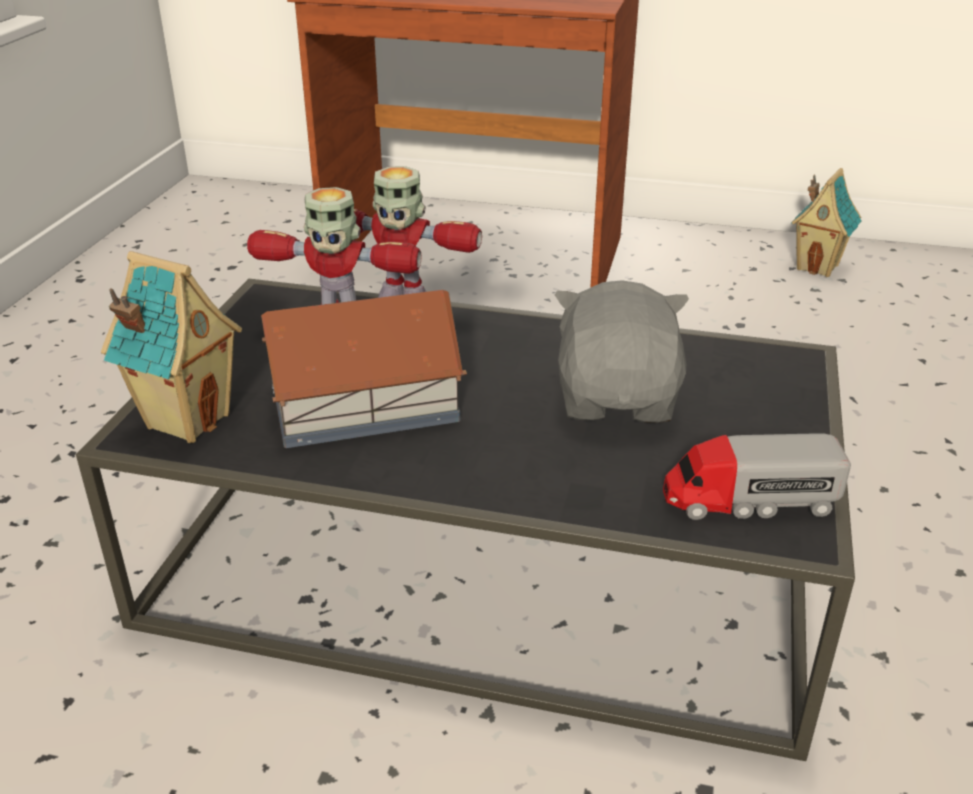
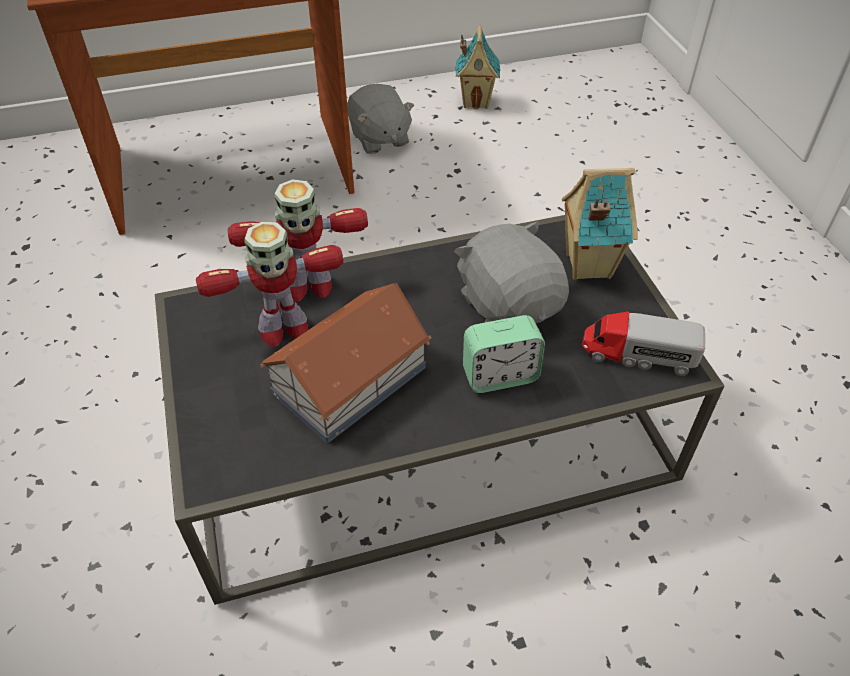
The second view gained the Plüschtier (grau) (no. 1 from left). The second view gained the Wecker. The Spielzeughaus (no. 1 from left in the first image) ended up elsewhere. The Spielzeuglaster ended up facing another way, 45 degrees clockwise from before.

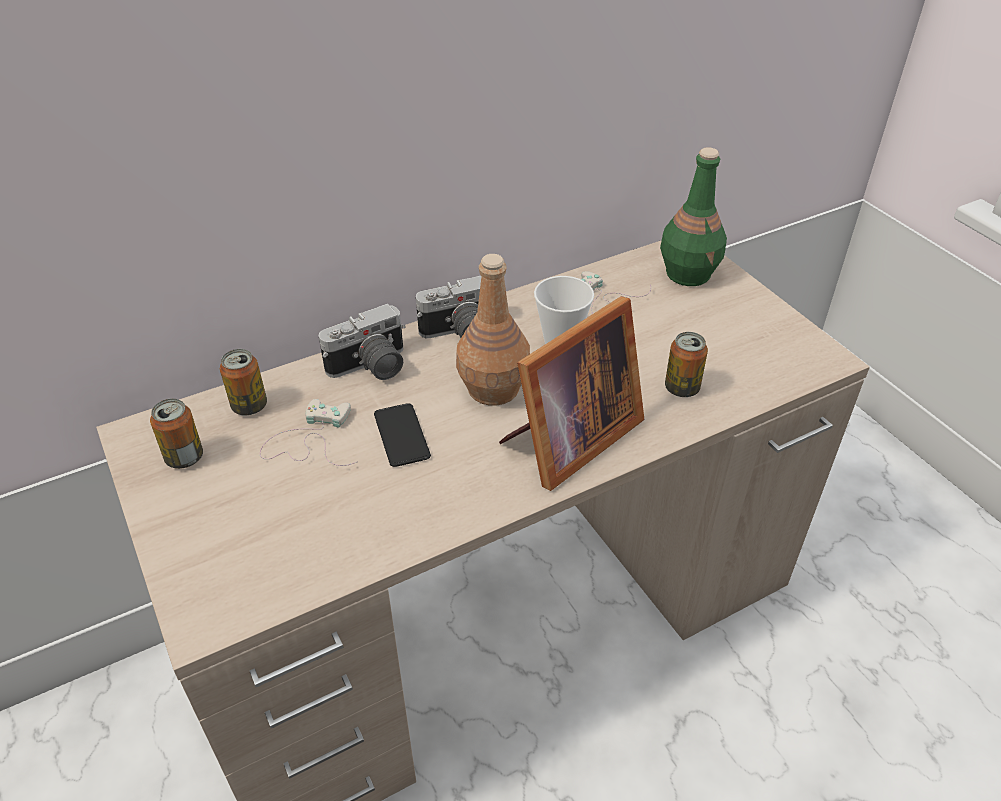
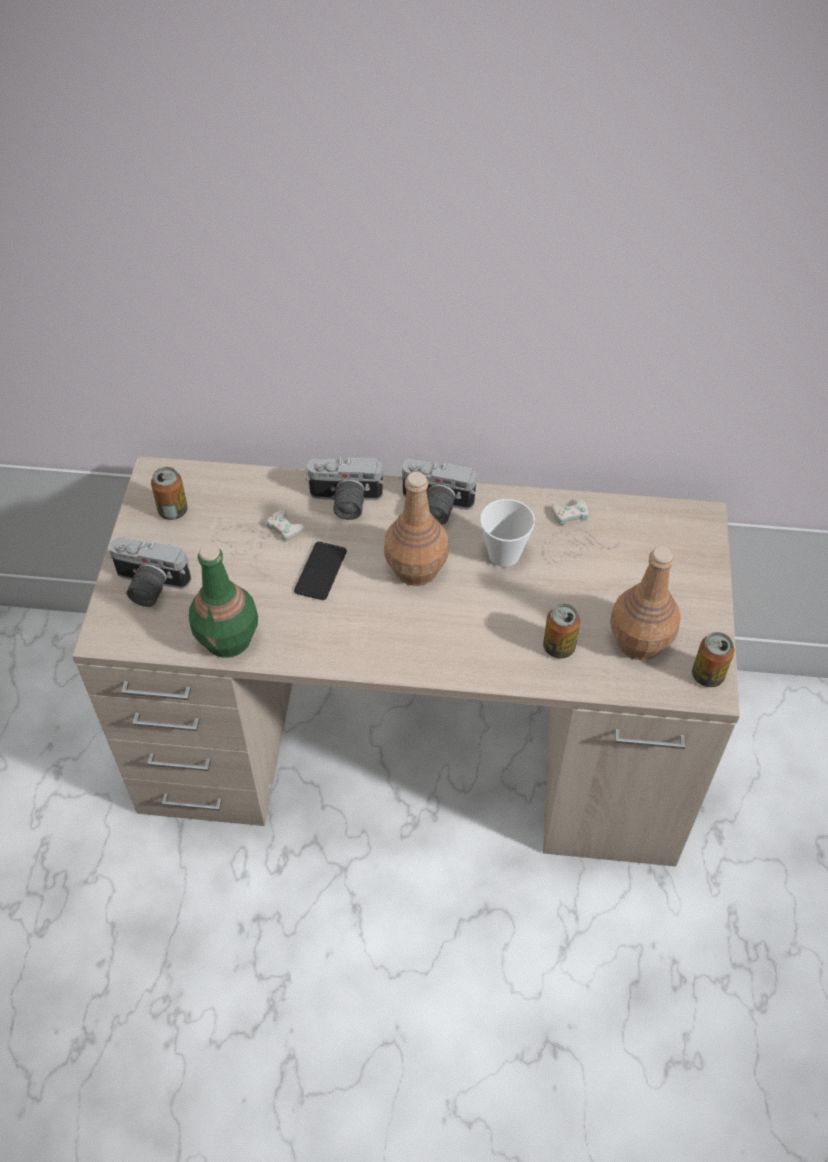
The second view gained the Kamera (no. 1 from left). The Flasche (grün) ended up elsewhere. The second view gained the Flasche (braun) (no. 2 from left). The Dose (no. 2 from left in the first image) ended up elsewhere. The second view lost the Bilderrahmen.

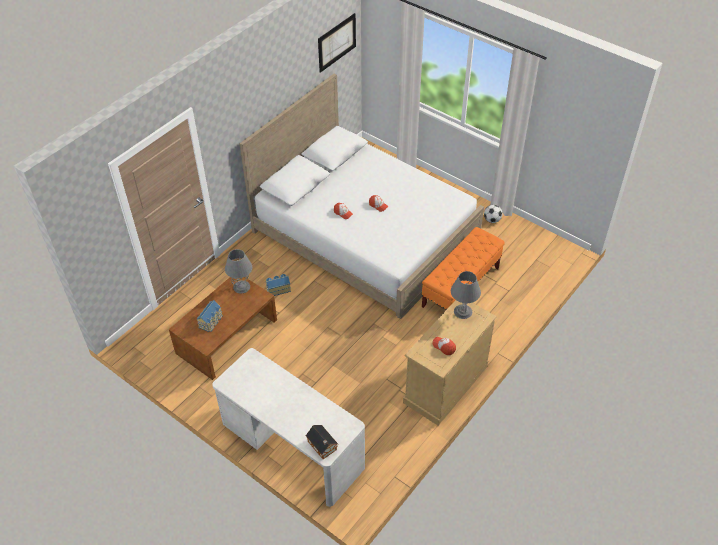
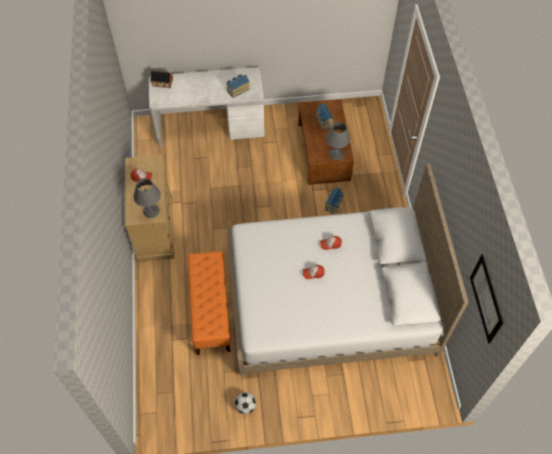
The second view gained the Spielzeughaus (no. 2 from left).

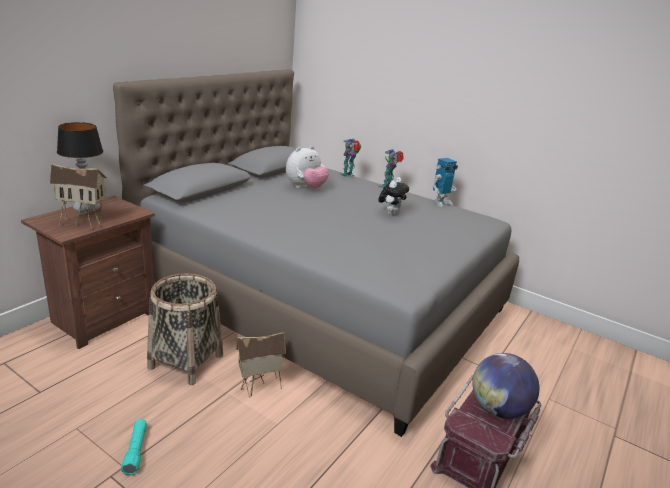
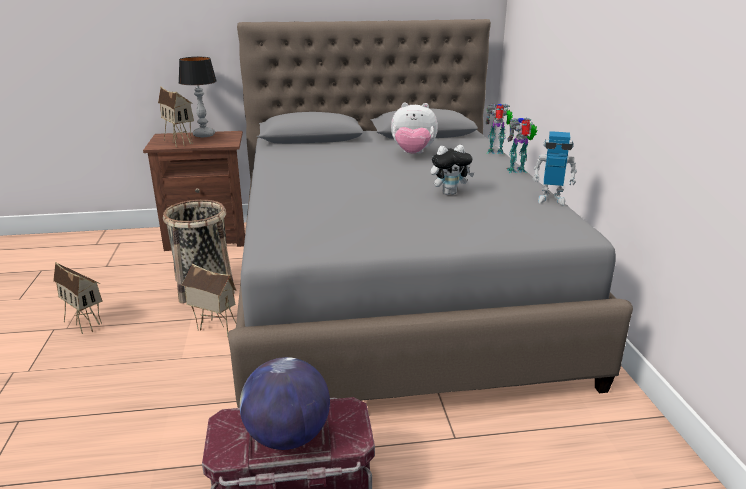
Where the Taschenlampe (türkis) stood, the Spielzeughaus (no. 1 from left) came to stand.

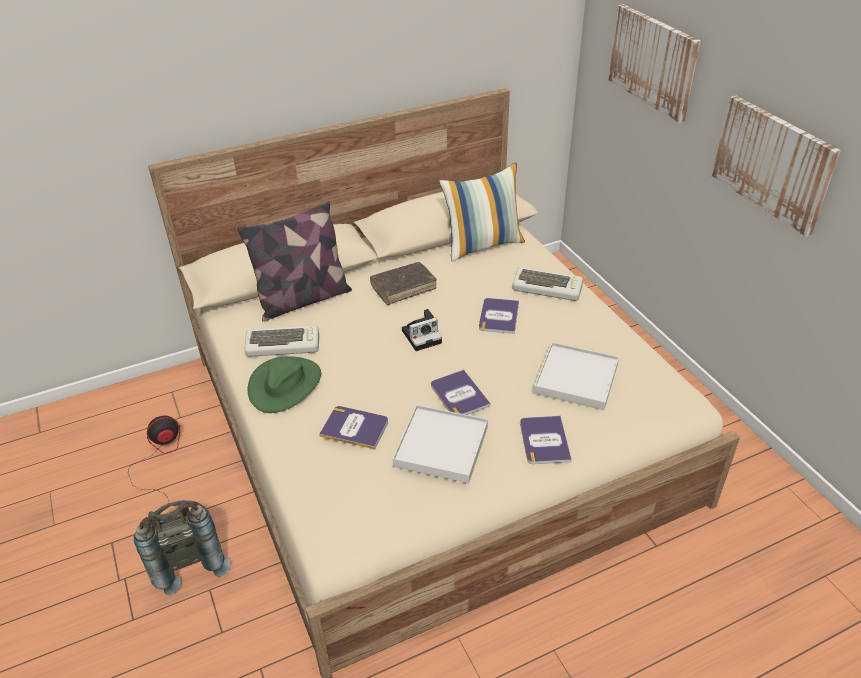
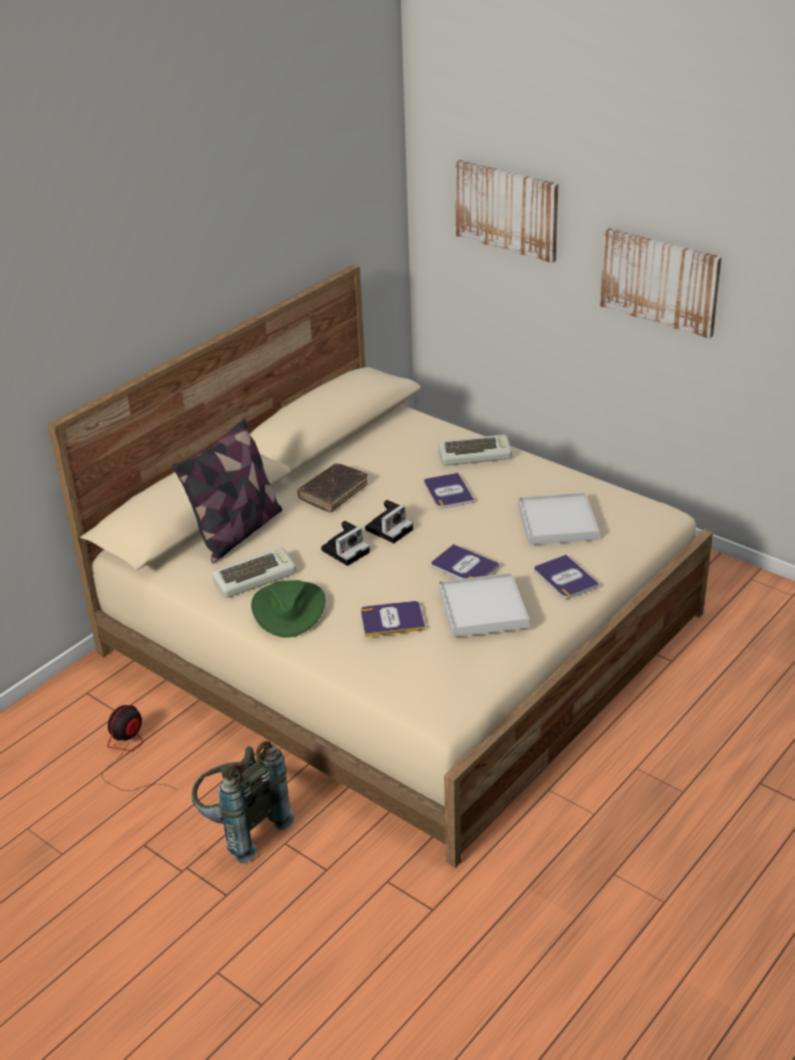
The second view gained the Kamera (no. 1 from left). The second view lost the Kissen (no. 2 from left).

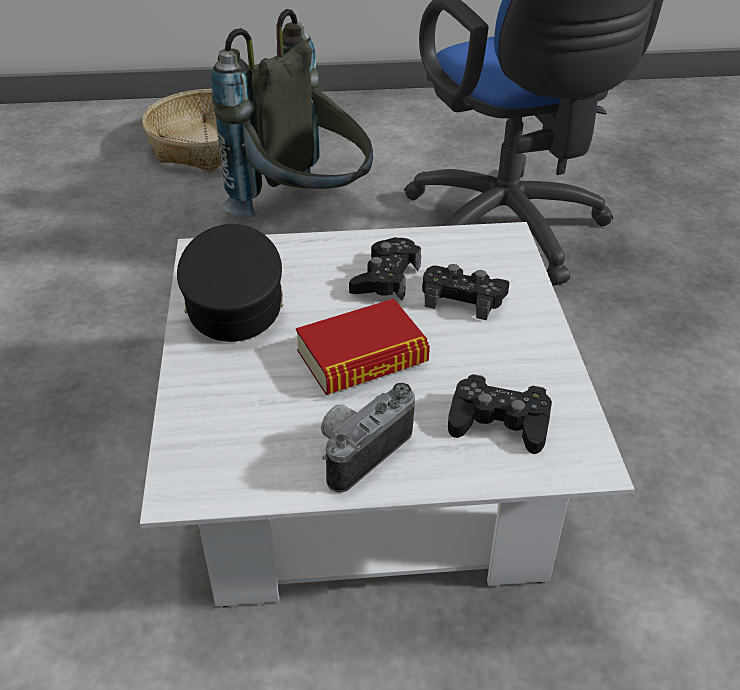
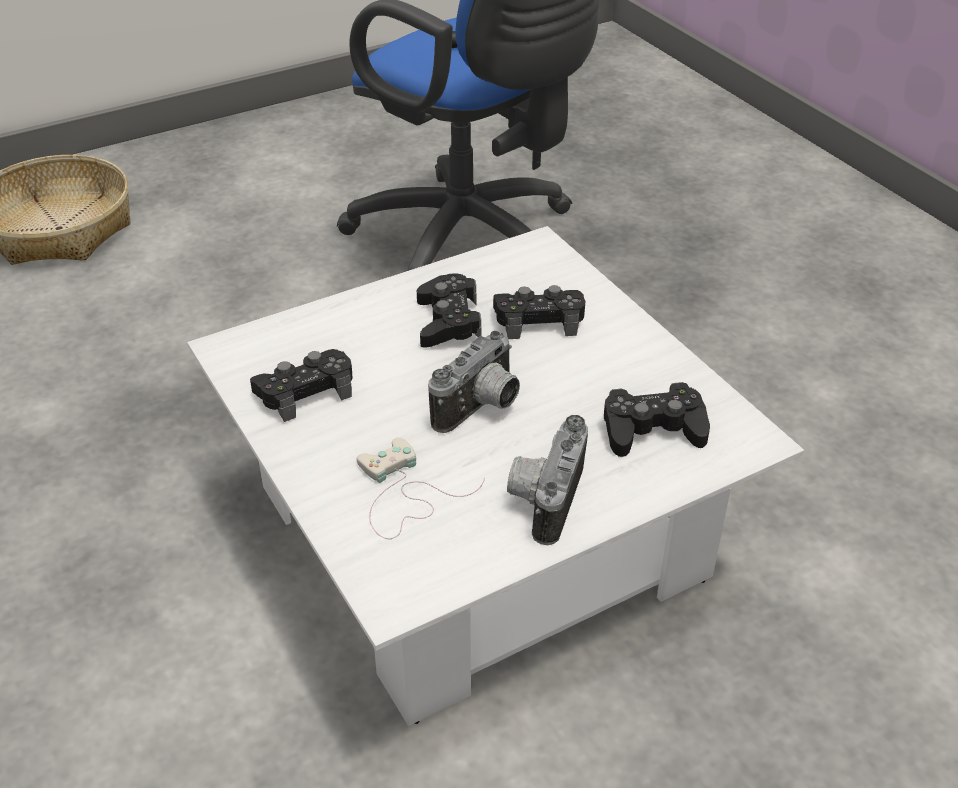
Where the Kappe (schwarz) stood, the Gamepad (schwarz) (no. 1 from left) came to stand. The second view gained the Gamepad (weiß). Where the Buch stood, the Kamera (no. 1 from left) came to stand. The second view lost the Rucksack (grau).

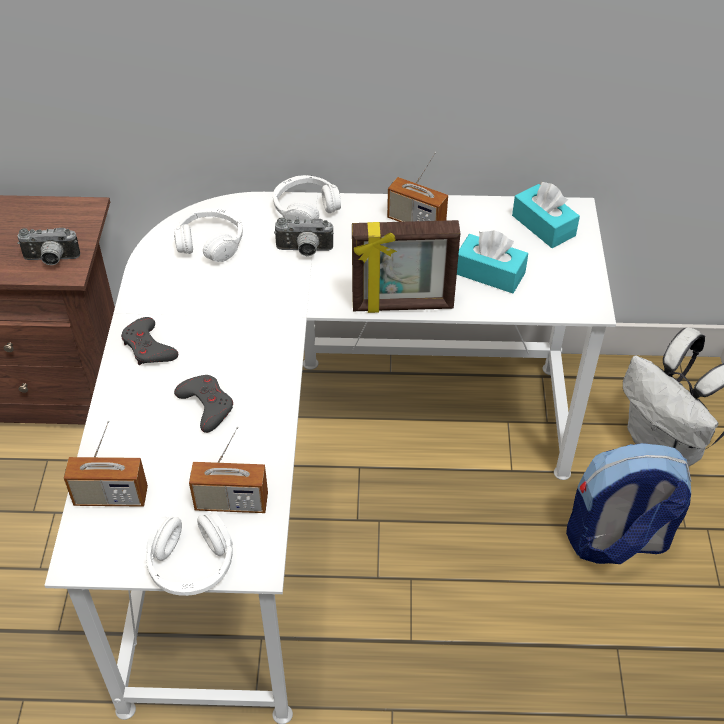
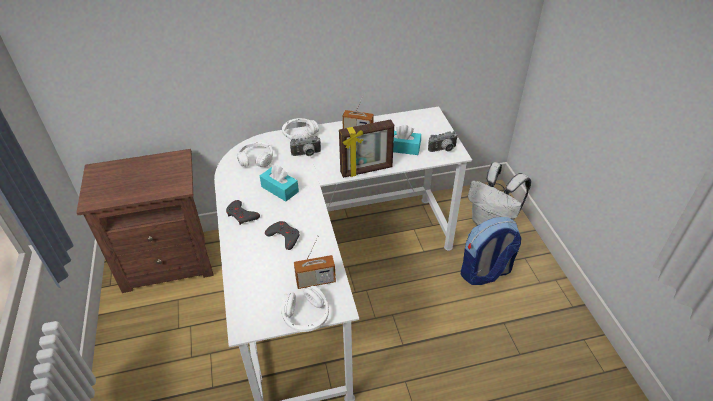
The Taschentuchbox (türkis) (no. 2 from left in the first image) ended up elsewhere. The Kamera (no. 1 from left in the first image) ended up elsewhere. The second view lost the Radio (no. 1 from left).

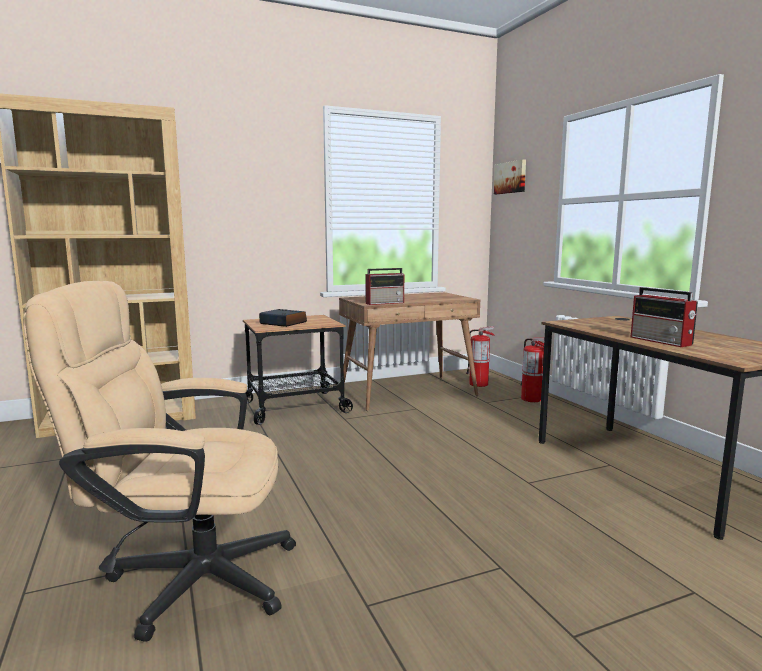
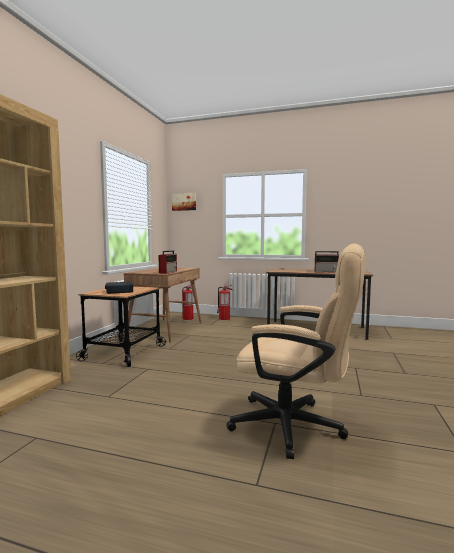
The Bürostuhl (beige) ended up facing another way, 105 degrees counterclockwise from before.

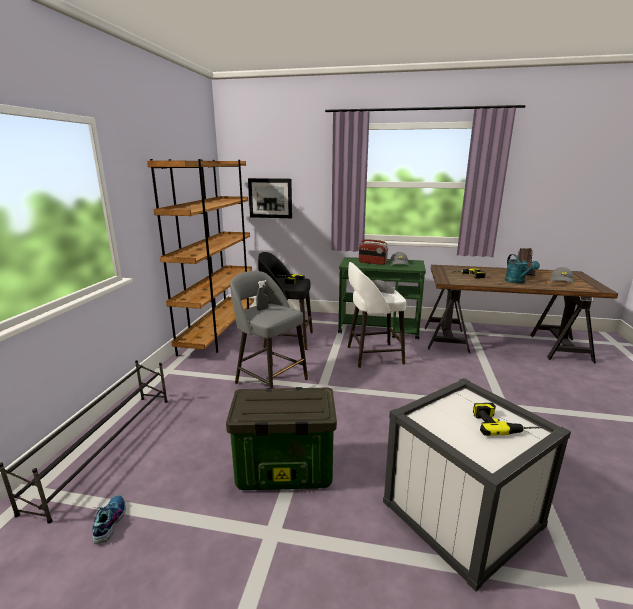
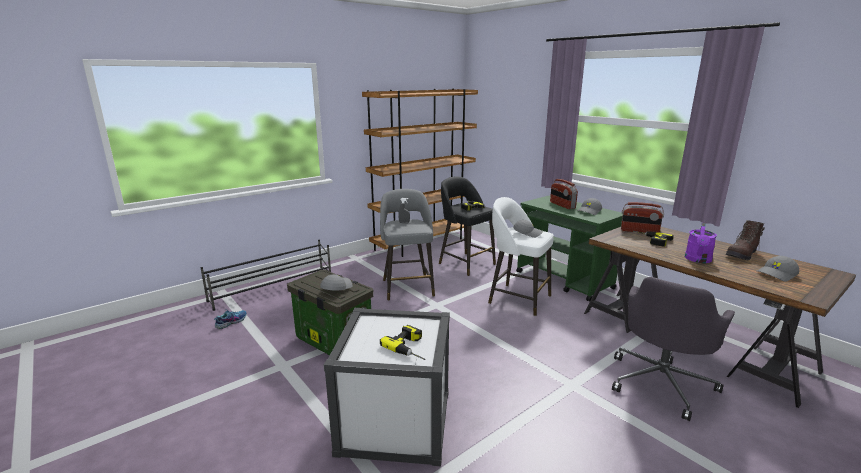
The second view gained the Kappe (grau) (no. 1 from left). The second view gained the Bürostuhl (grau). The second view gained the Radio (no. 2 from left). What was the Gießkanne (türkis) turned into the Gießkanne (lila). The second view lost the Bild.

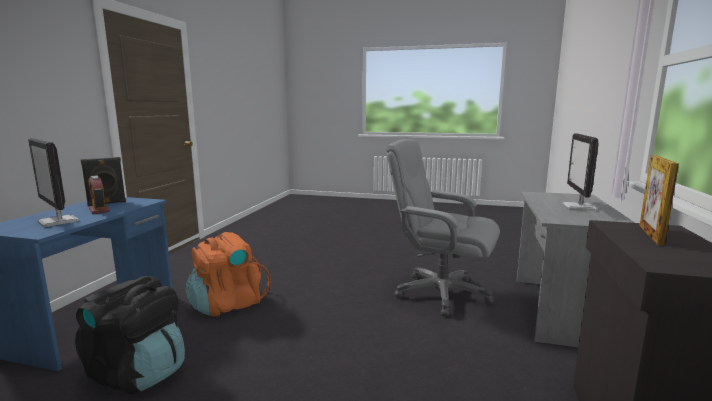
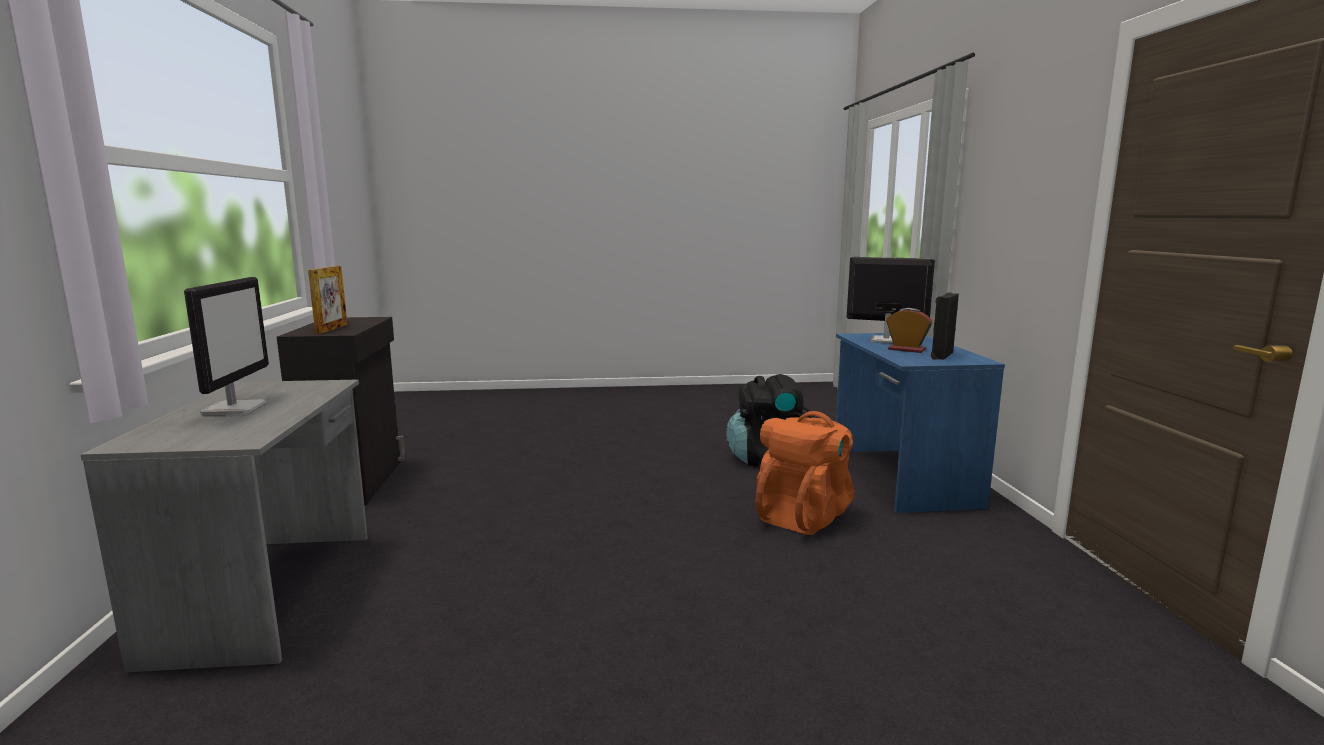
The second view lost the Bürostuhl (grau).

